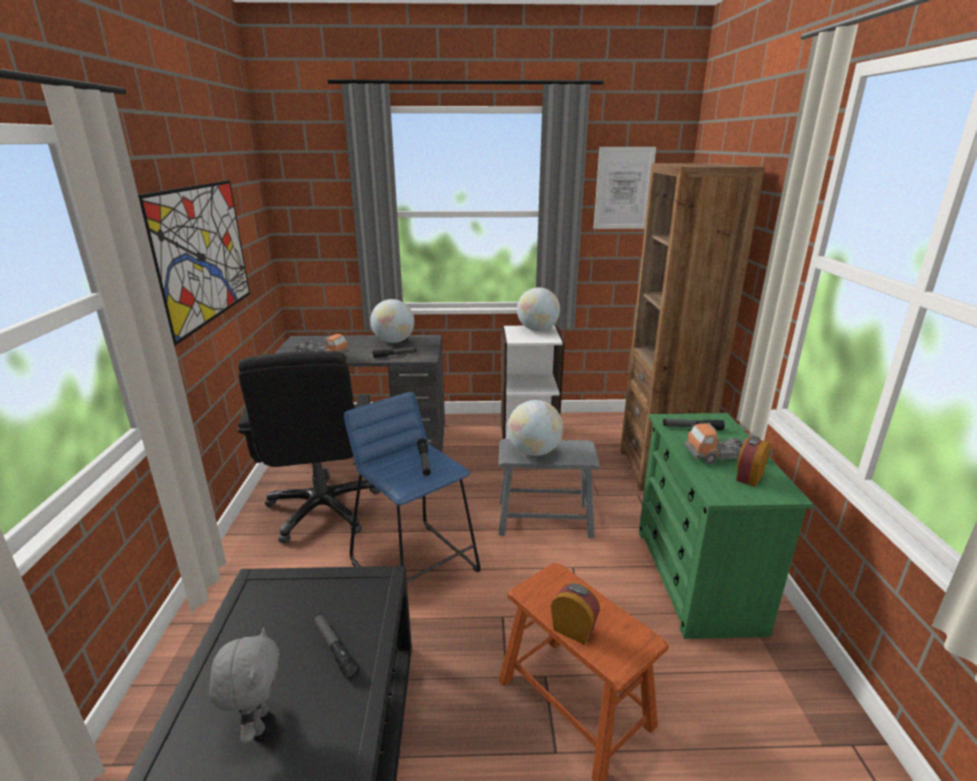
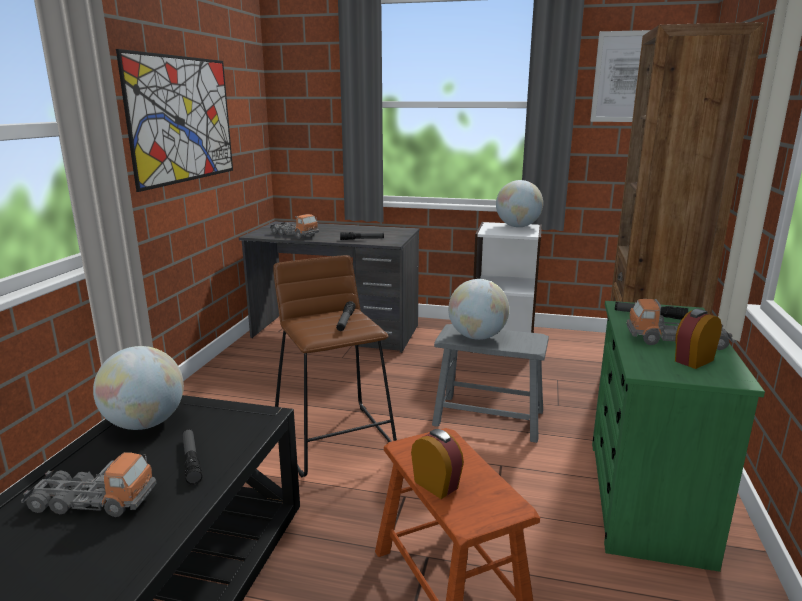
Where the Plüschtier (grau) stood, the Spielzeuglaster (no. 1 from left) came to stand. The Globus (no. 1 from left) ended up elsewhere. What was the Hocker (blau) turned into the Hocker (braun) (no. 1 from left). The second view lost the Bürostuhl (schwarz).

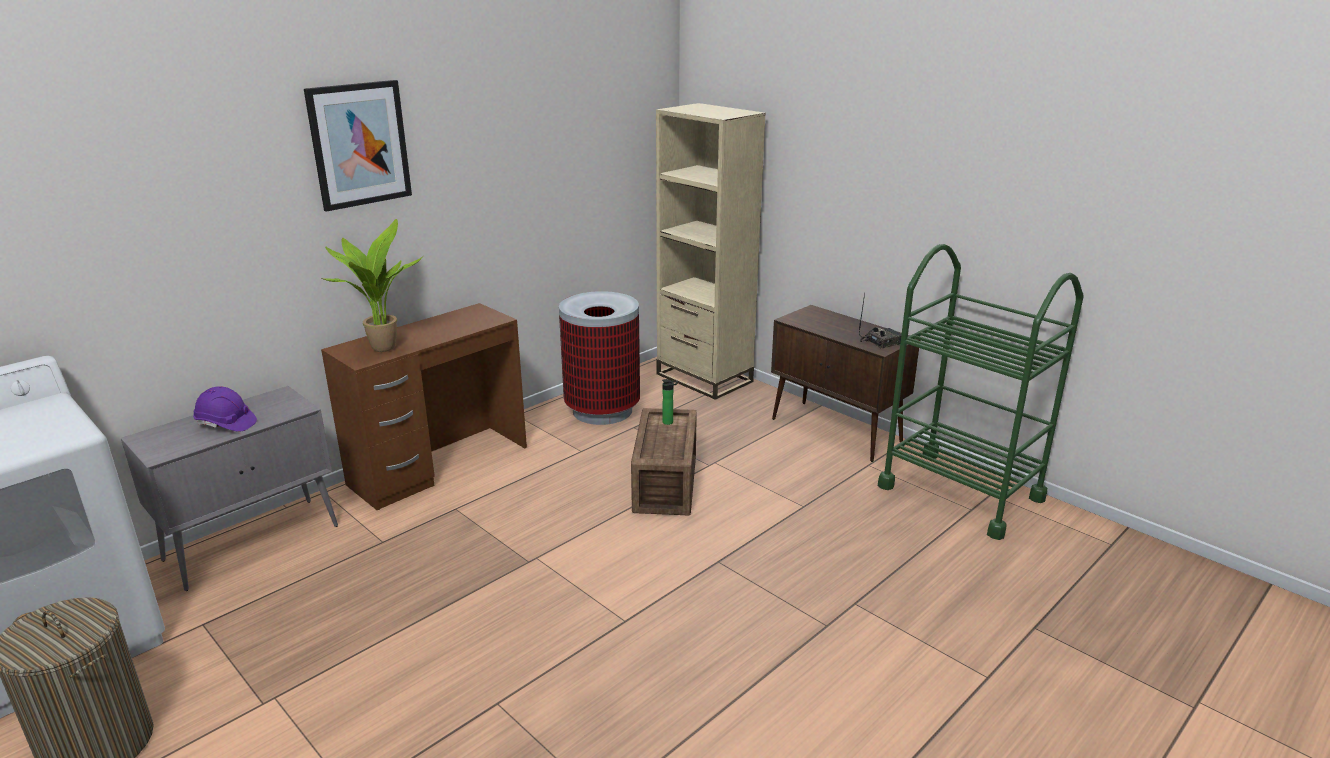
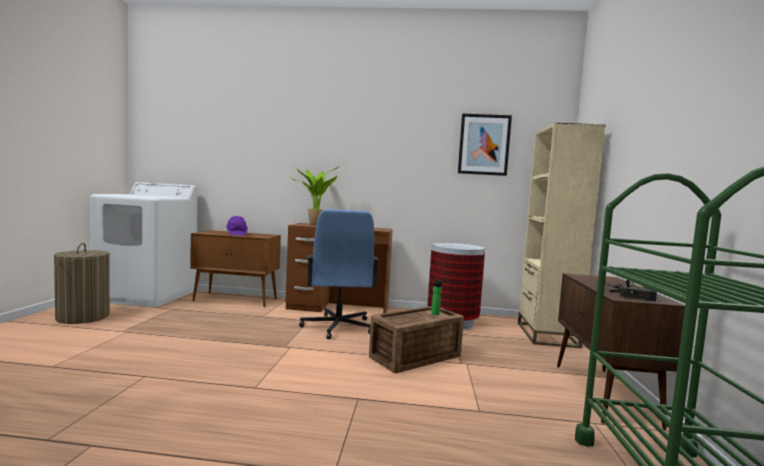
What was the Schrank (grau) turned into the Schrank (braun) (no. 1 from left). The second view gained the Bürostuhl (blau). The Bild ended up elsewhere.

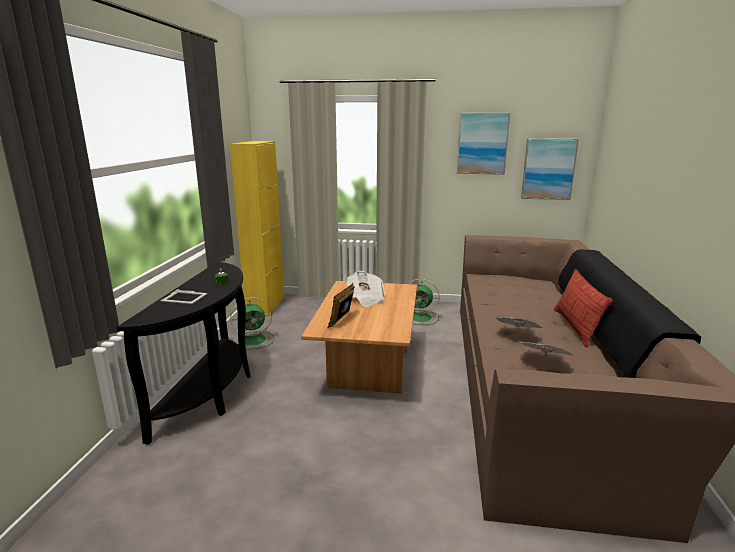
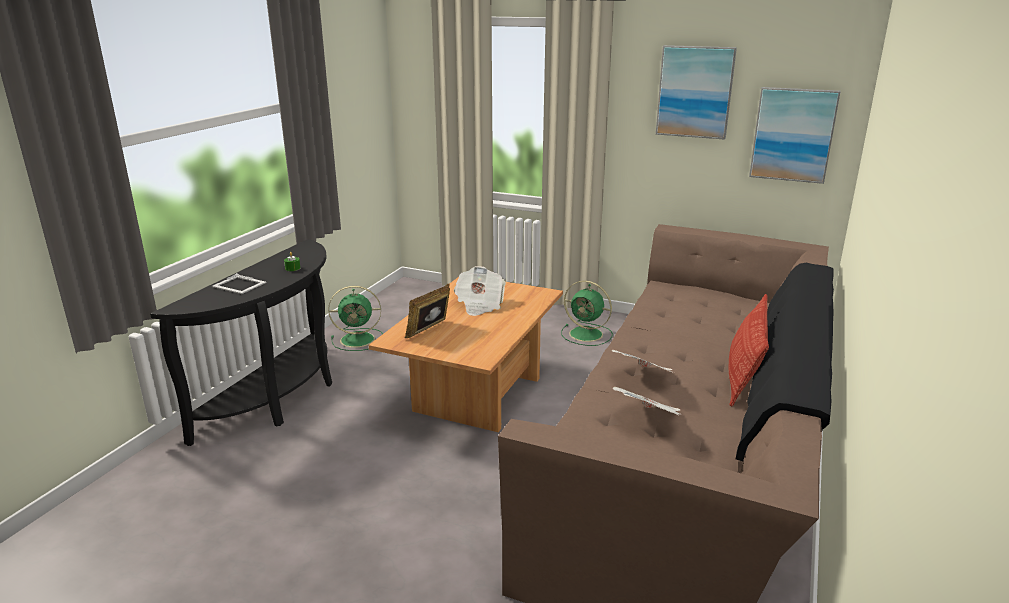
The second view lost the Schrank (gelb).

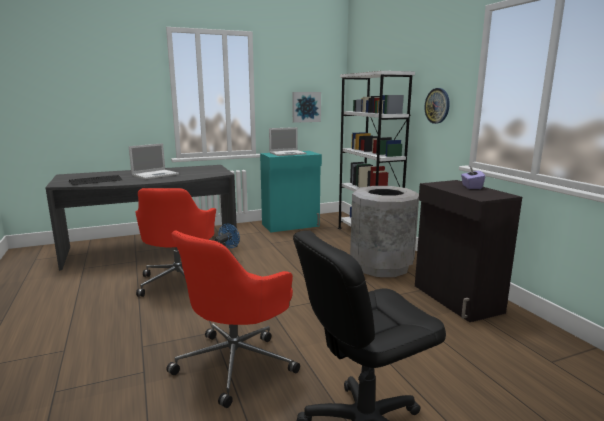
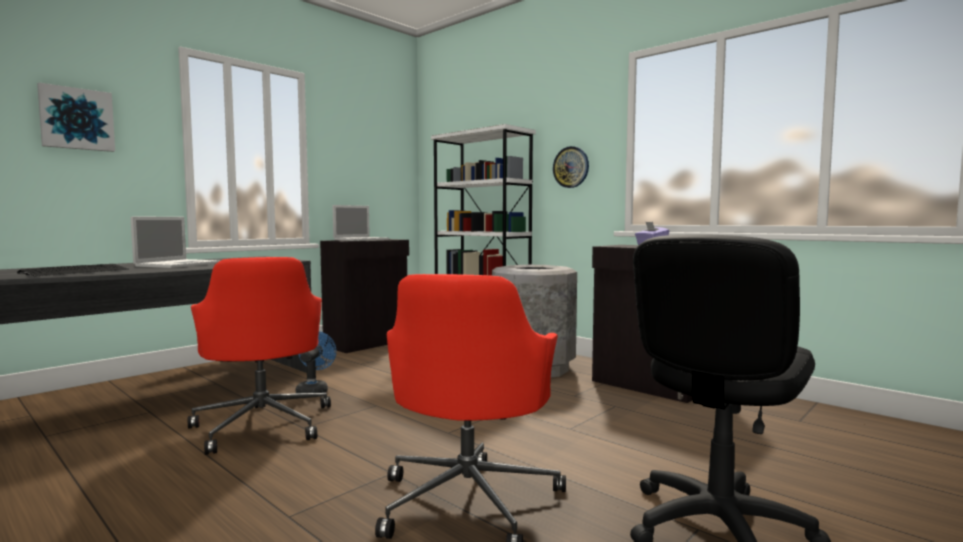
The Bild ended up elsewhere. What was the Schrank (türkis) turned into the Schrank (schwarz) (no. 1 from left).

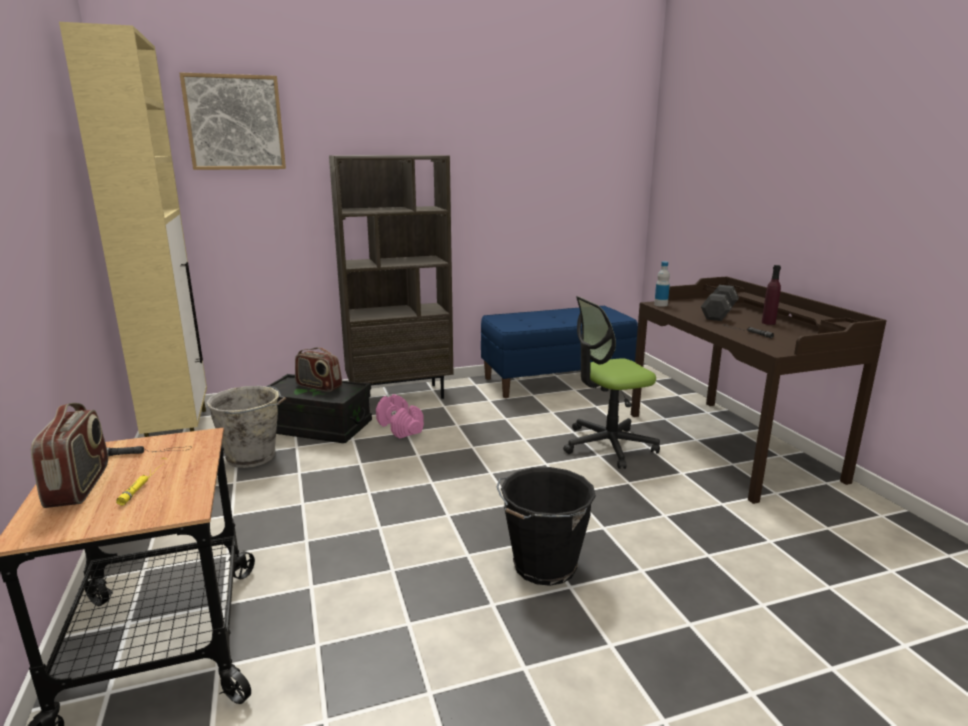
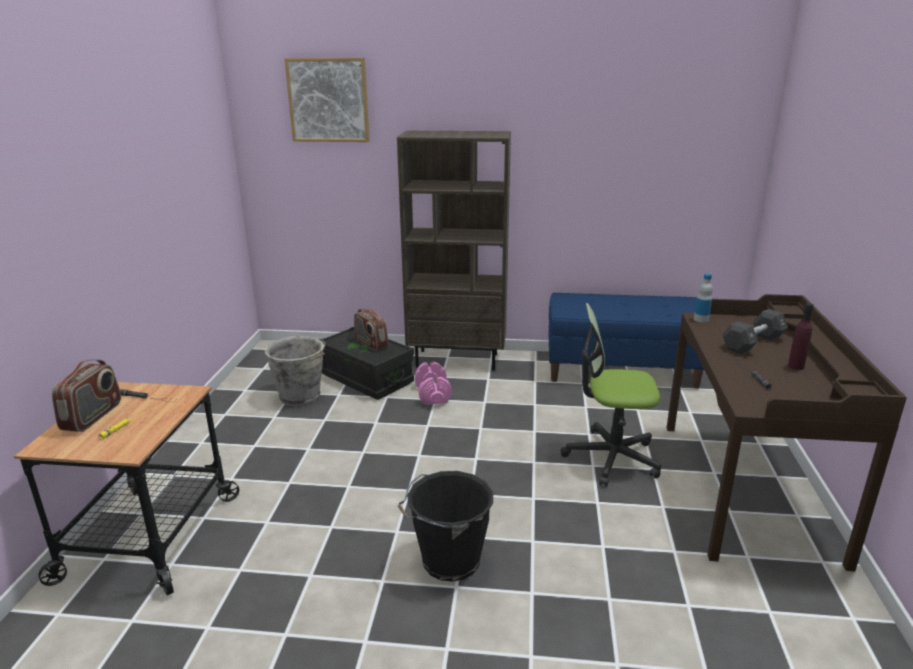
The second view lost the Schrank (beige).

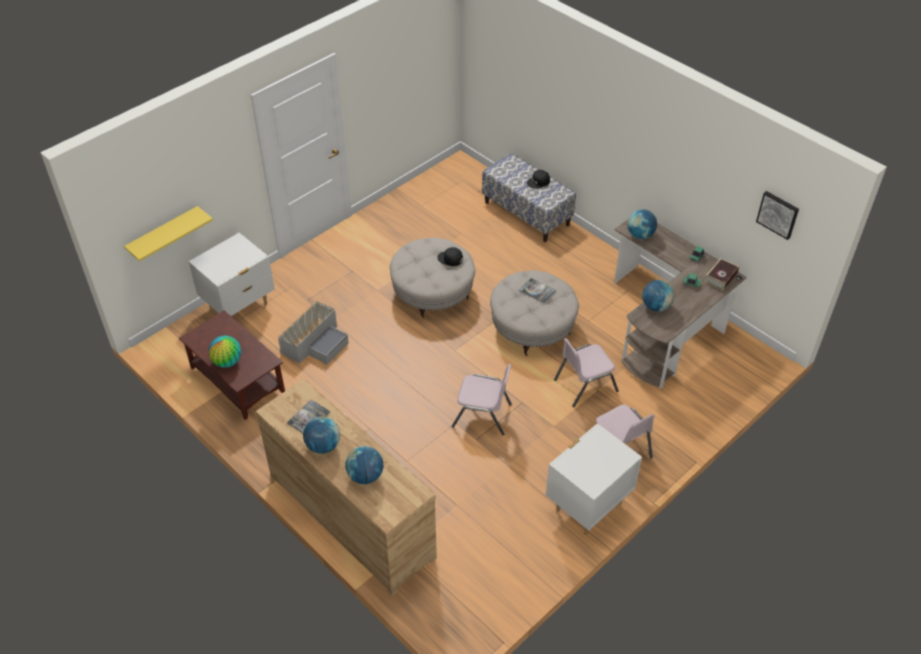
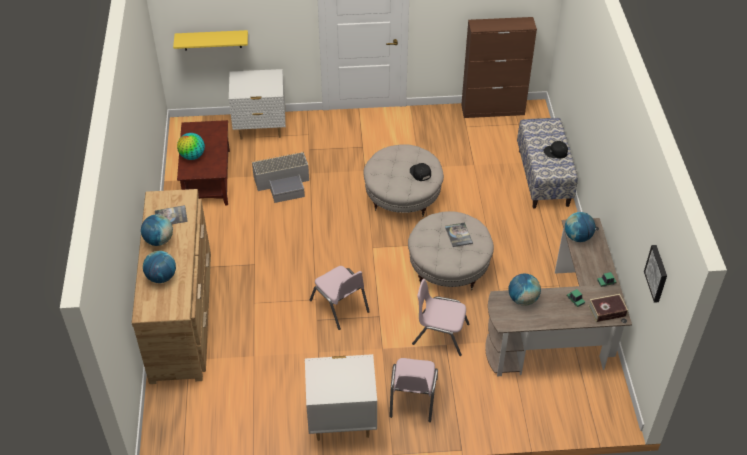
The second view gained the Schrank (braun).

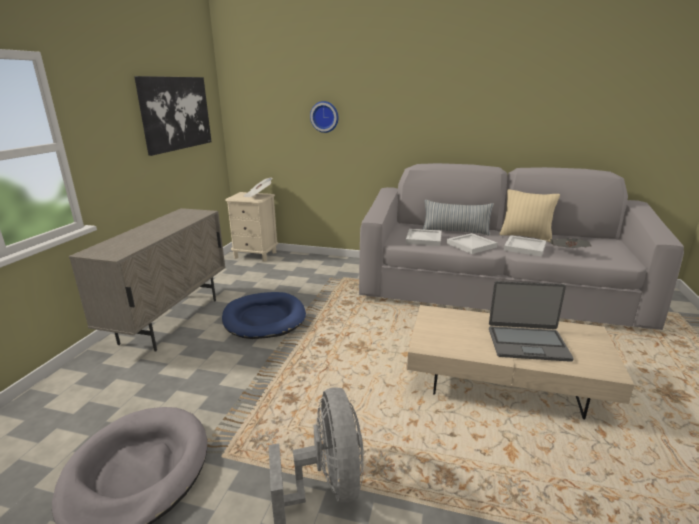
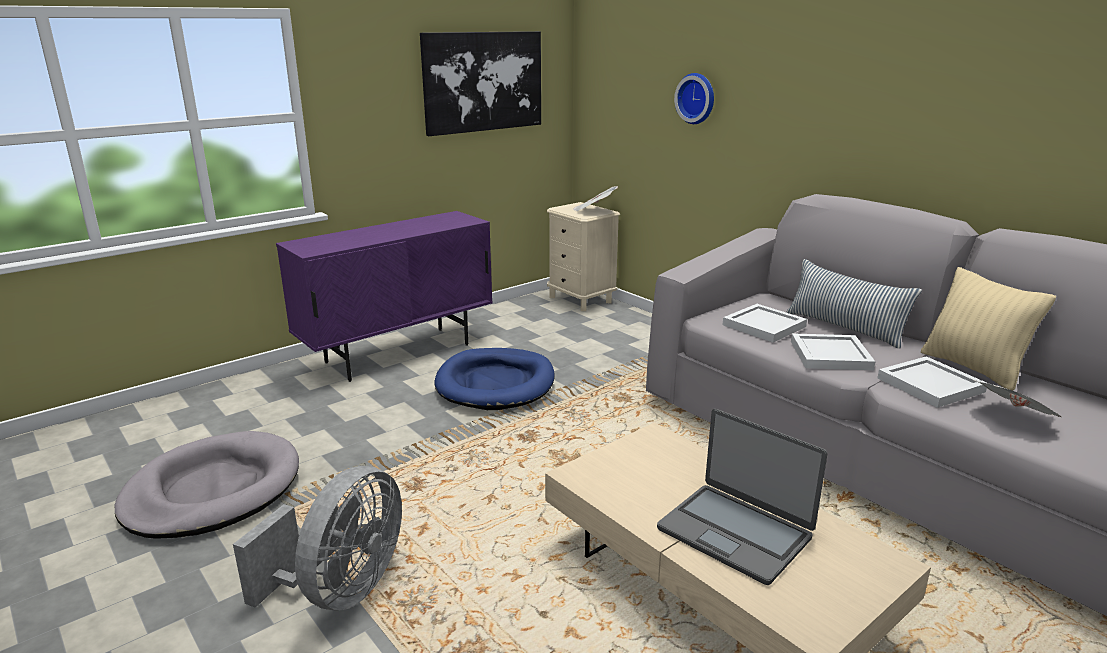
What was the Schrank (beige) turned into the Schrank (lila).

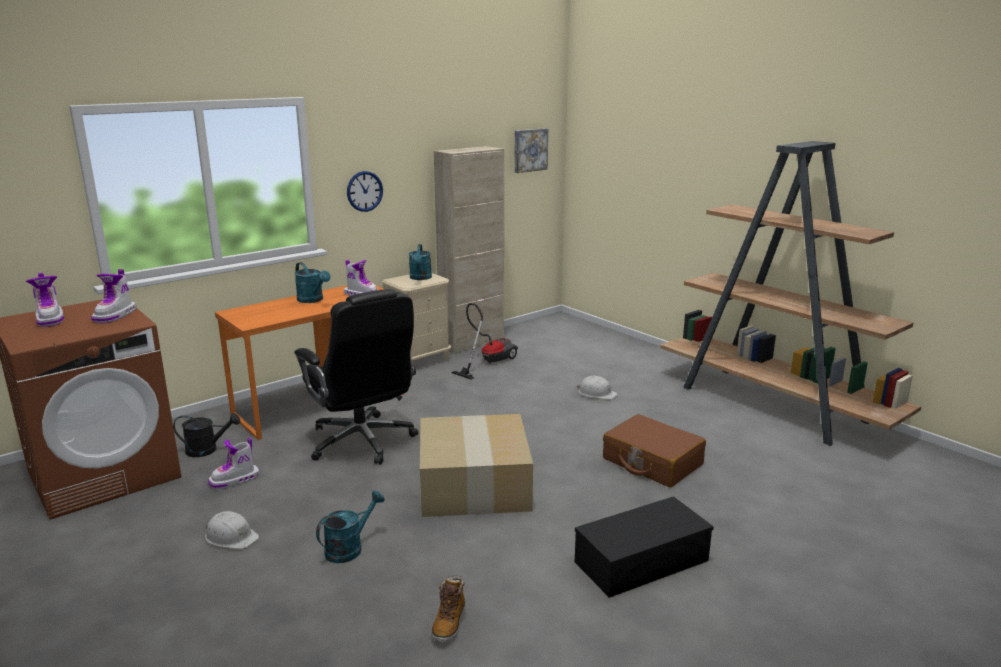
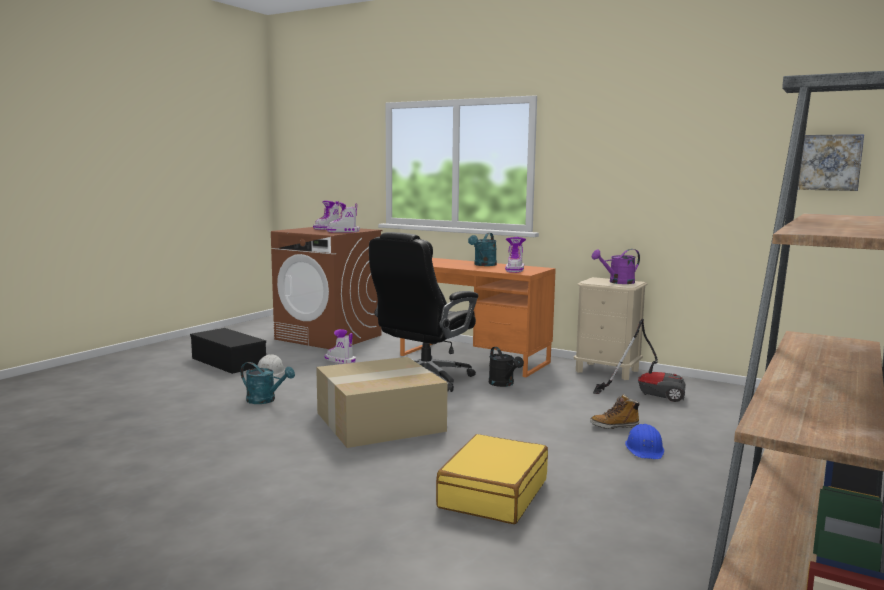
The Aufbewahrungsbox (schwarz) ended up elsewhere. What was the Koffer (braun) turned into the Koffer (gelb). The Gießkanne (schwarz) ended up elsewhere. The Stiefel (no. 5 from left) ended up elsewhere. What was the Gießkanne (türkis) (no. 3 from left) turned into the Gießkanne (lila). What was the Schutzhelm (weiß) (no. 2 from left) turned into the Schutzhelm (blau). The second view lost the Wanduhr. The second view lost the Schrank (beige).

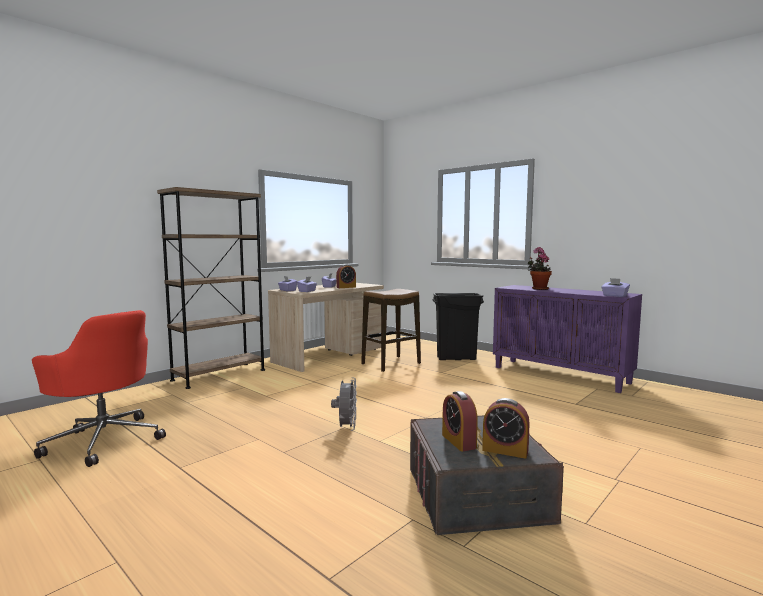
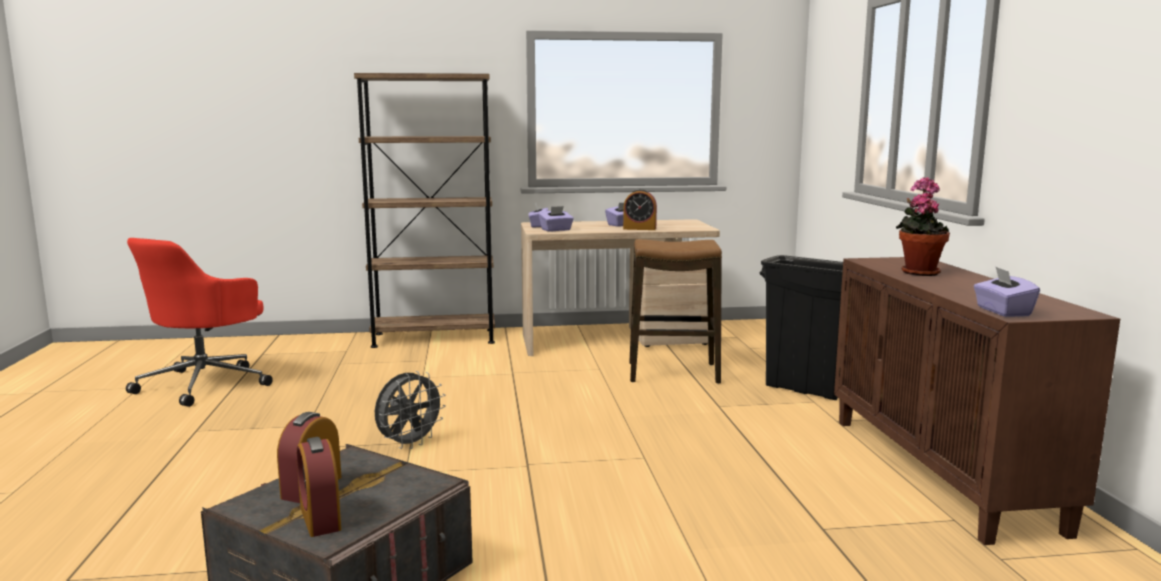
The Bürostuhl (rot) ended up facing another way, 45 degrees clockwise from before. What was the Schrank (lila) turned into the Schrank (braun).

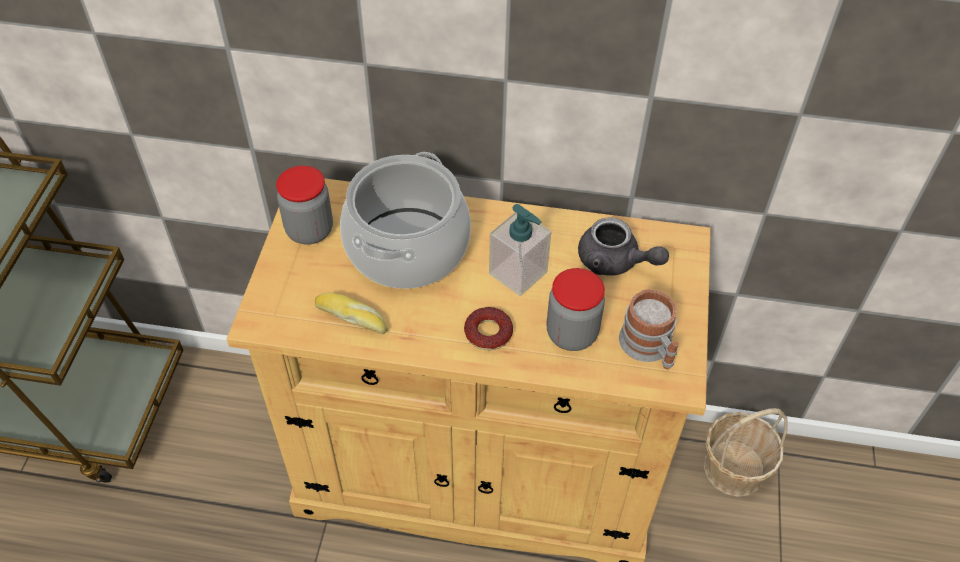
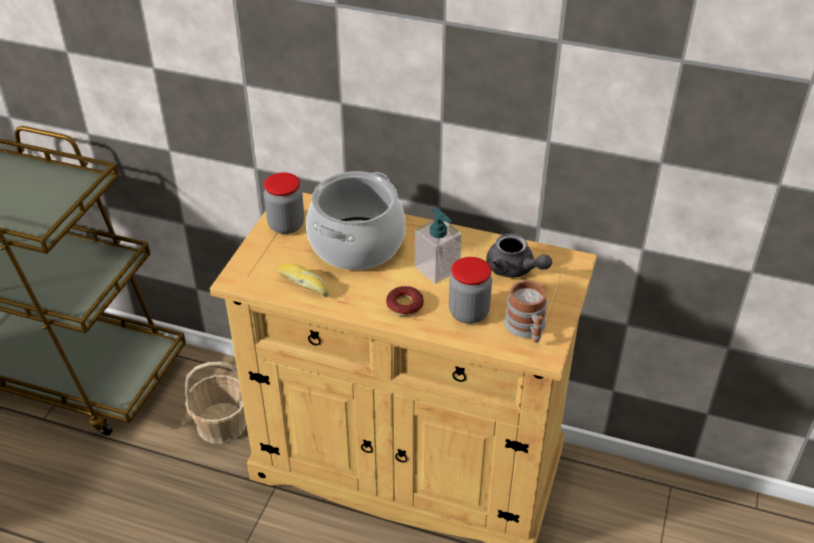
The Korb ended up elsewhere.

